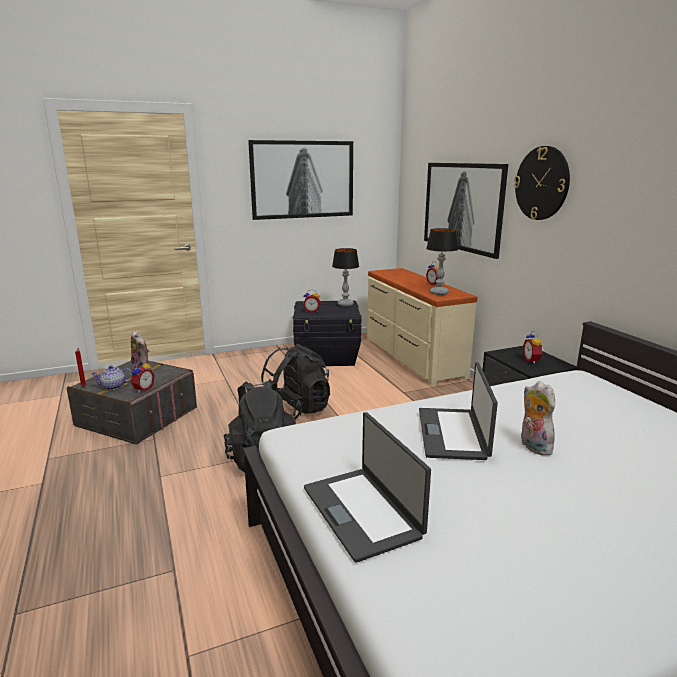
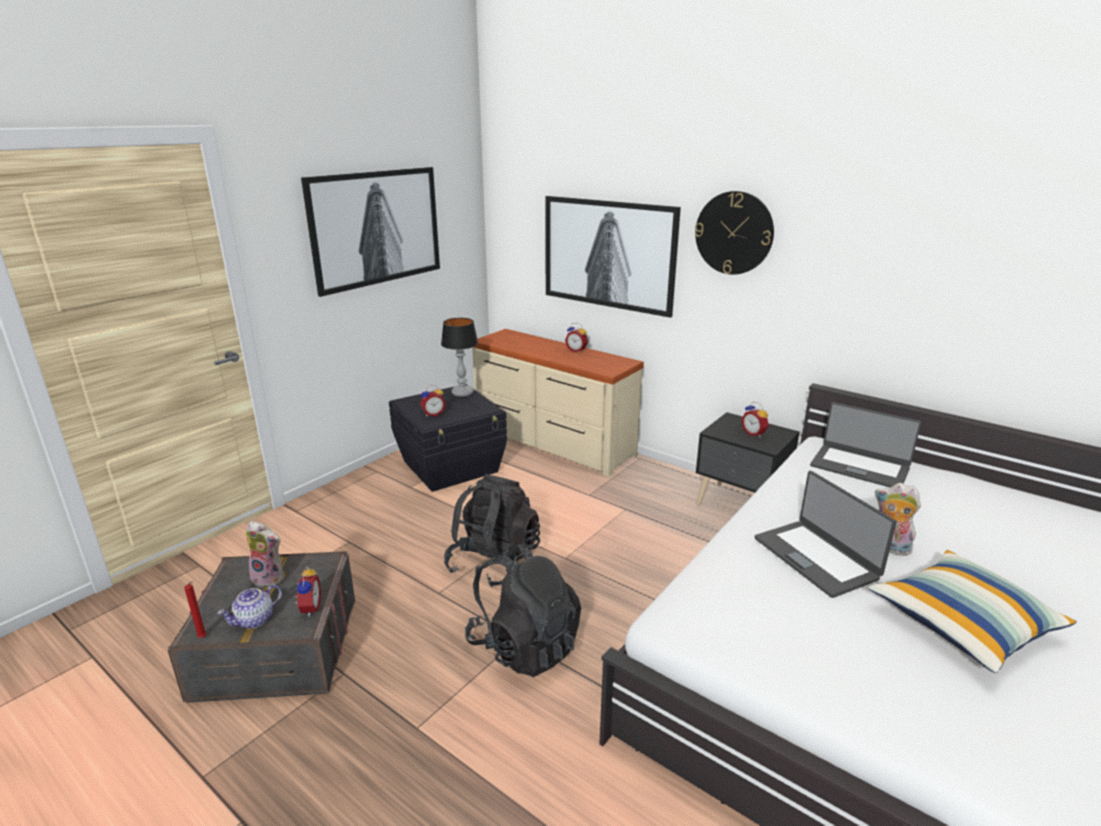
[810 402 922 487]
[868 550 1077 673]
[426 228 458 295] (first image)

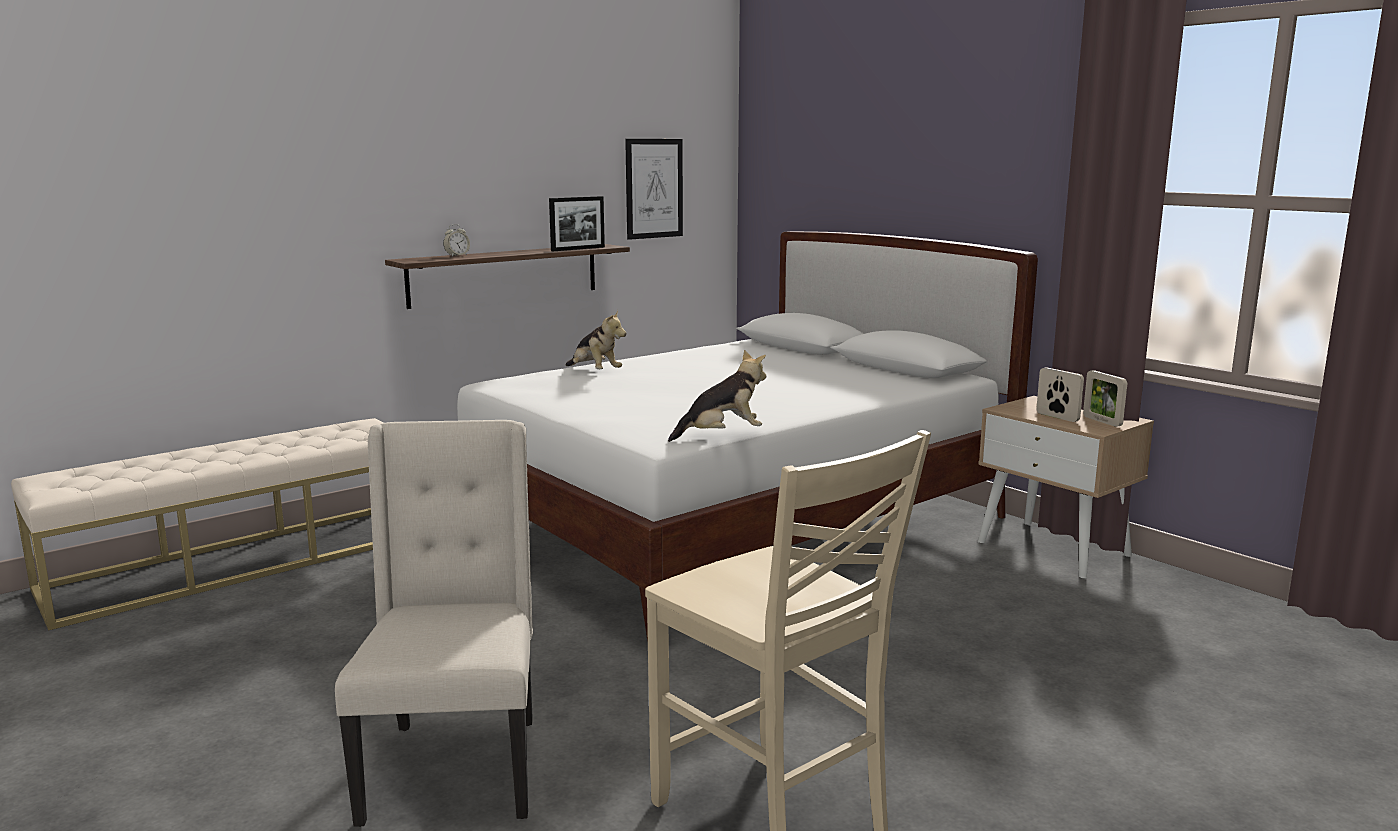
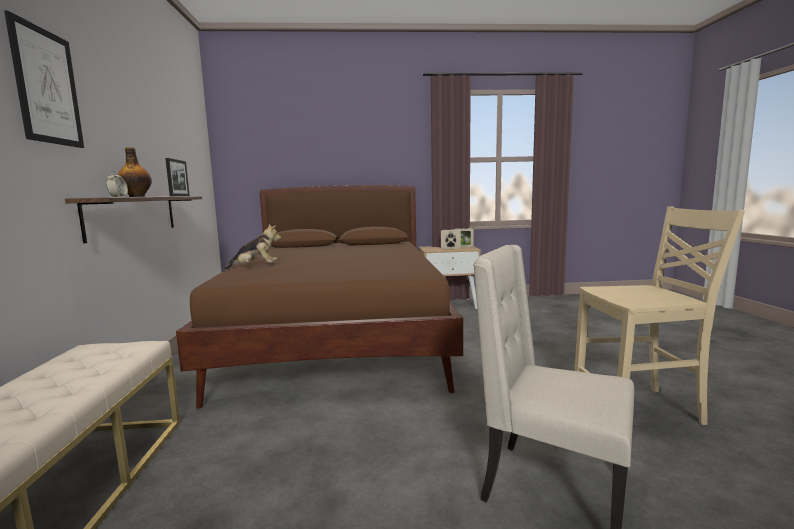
[4 10 84 148]
[117 147 152 197]
[176 185 463 409]
[668 350 766 442] (first image)

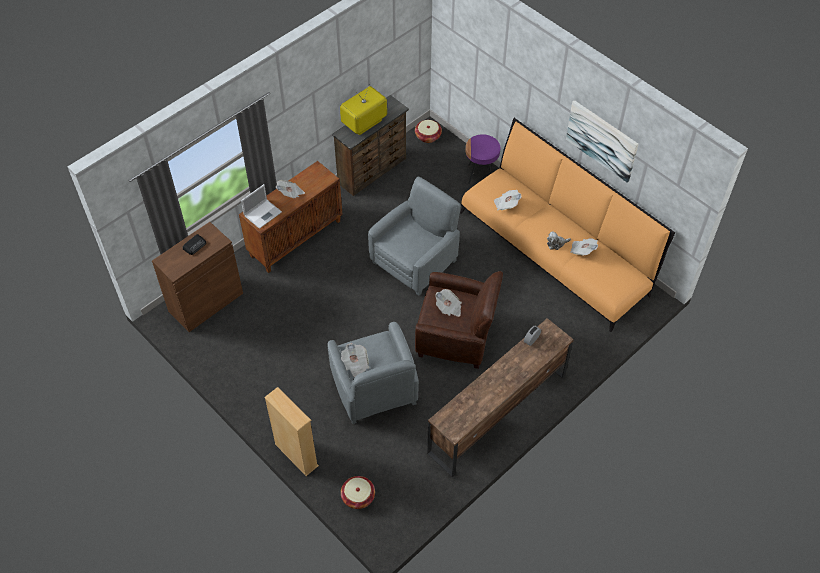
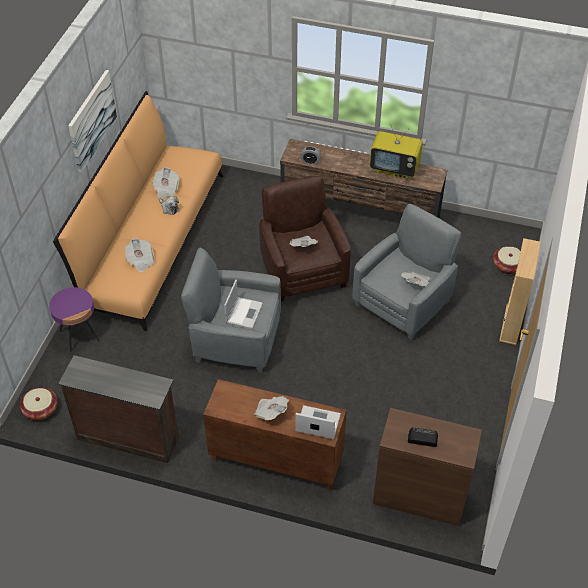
[224 280 263 329]
[370 124 423 179]

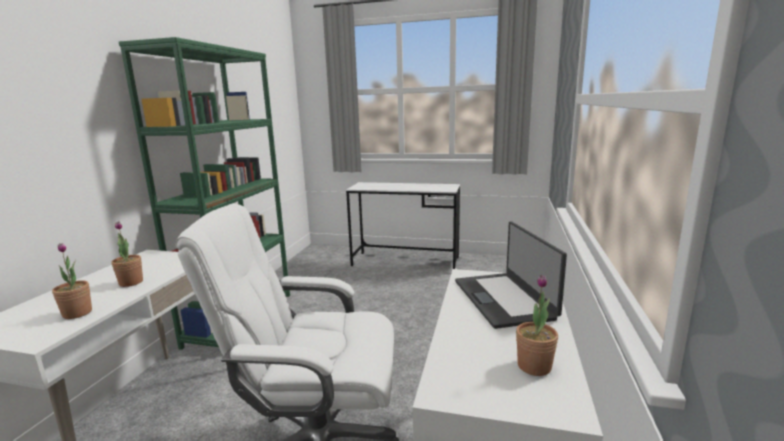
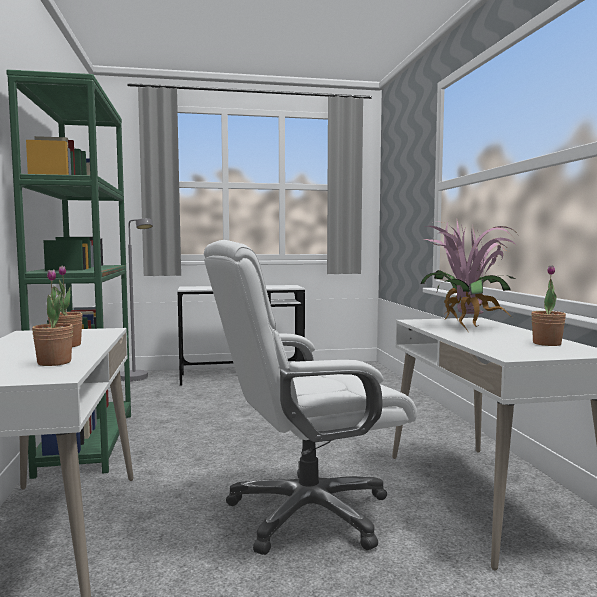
[120 218 153 382]
[421 220 516 331]

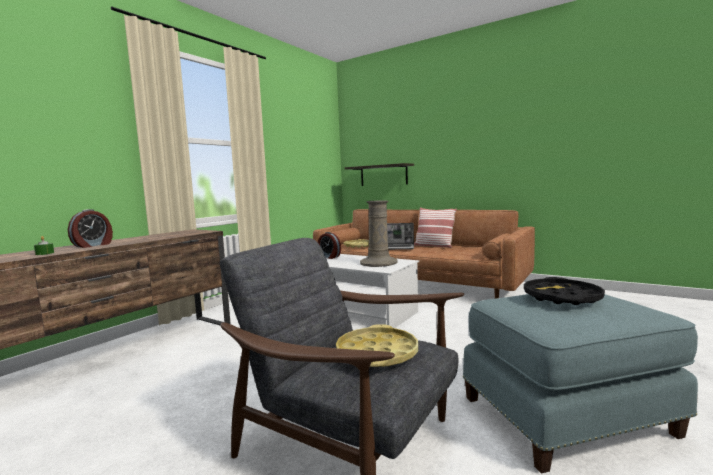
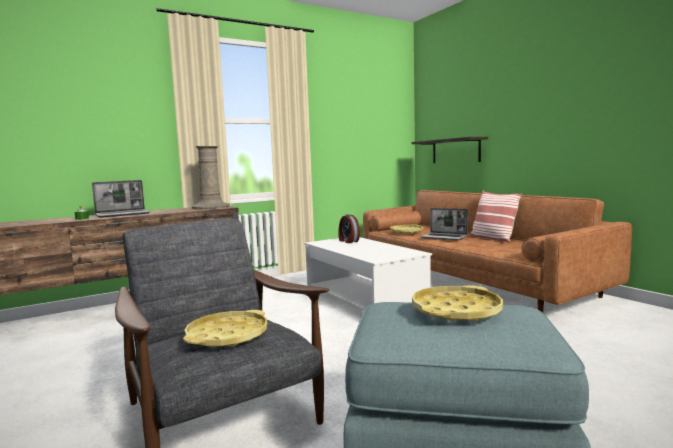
[92 180 151 218]
[192 146 230 210]
[412 285 503 322]

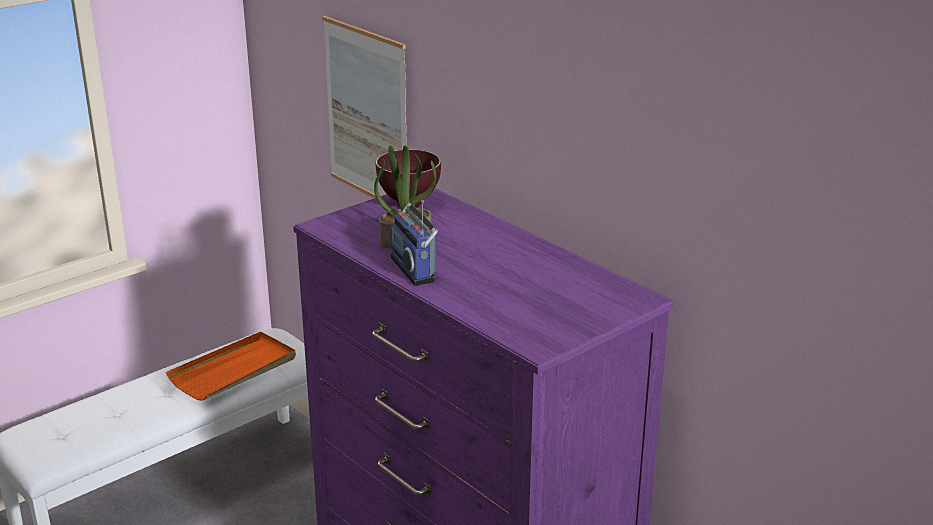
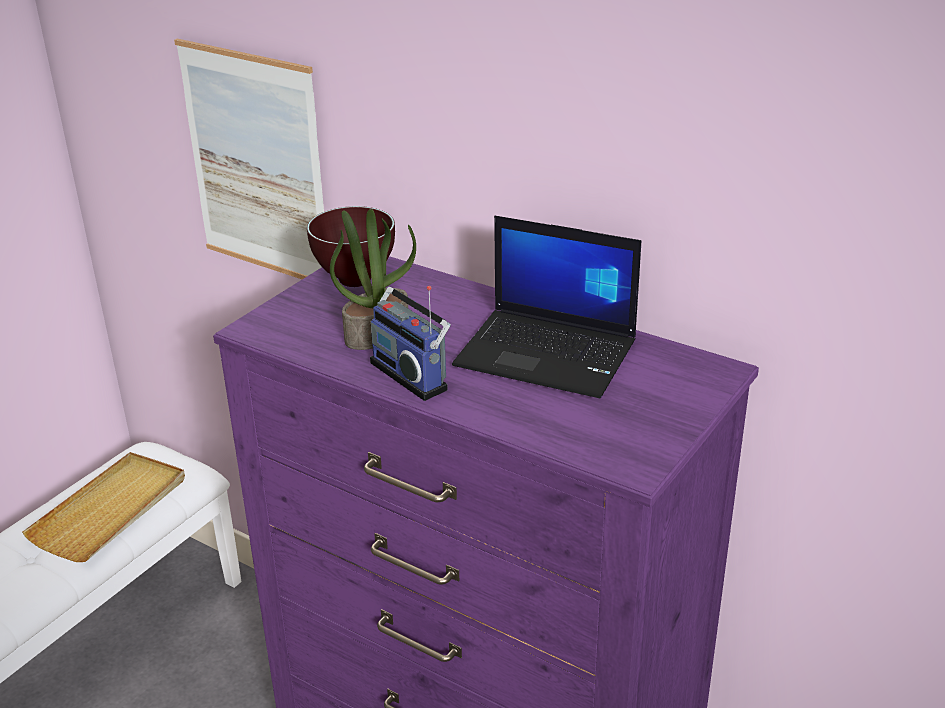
[22 452 185 562]
[452 216 641 398]

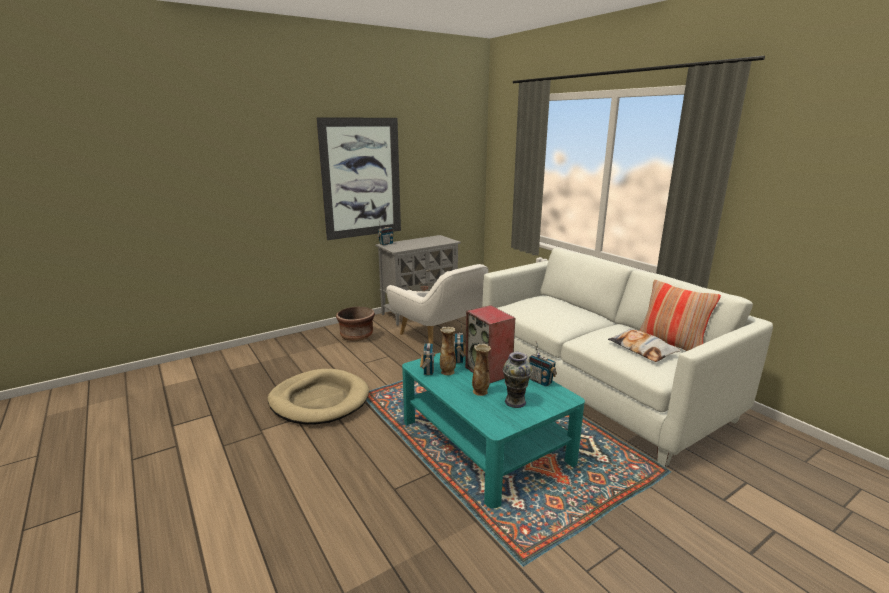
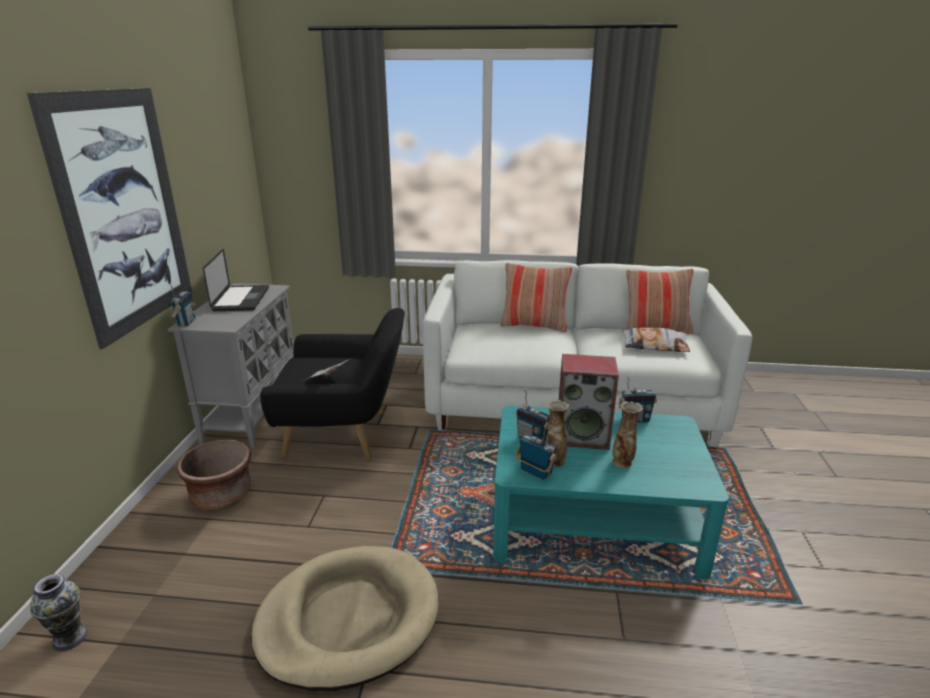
[30 574 87 651]
[203 249 269 311]
[260 308 405 460]
[500 263 572 332]

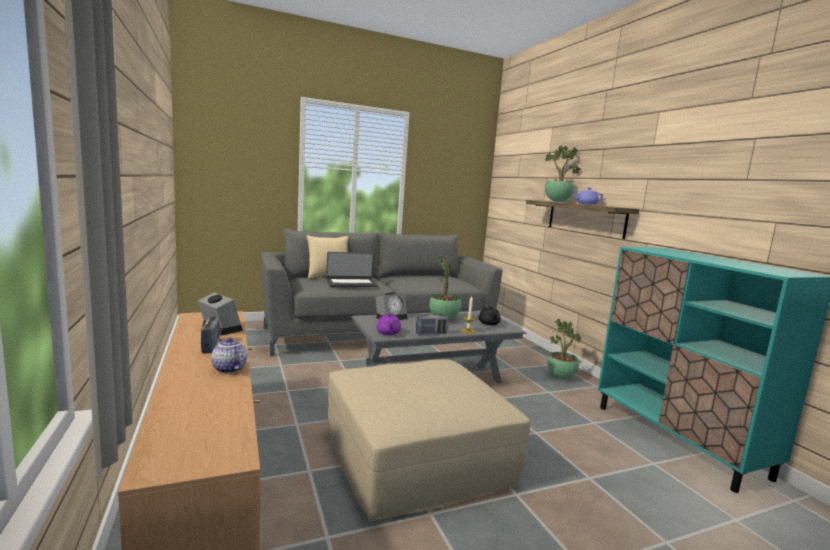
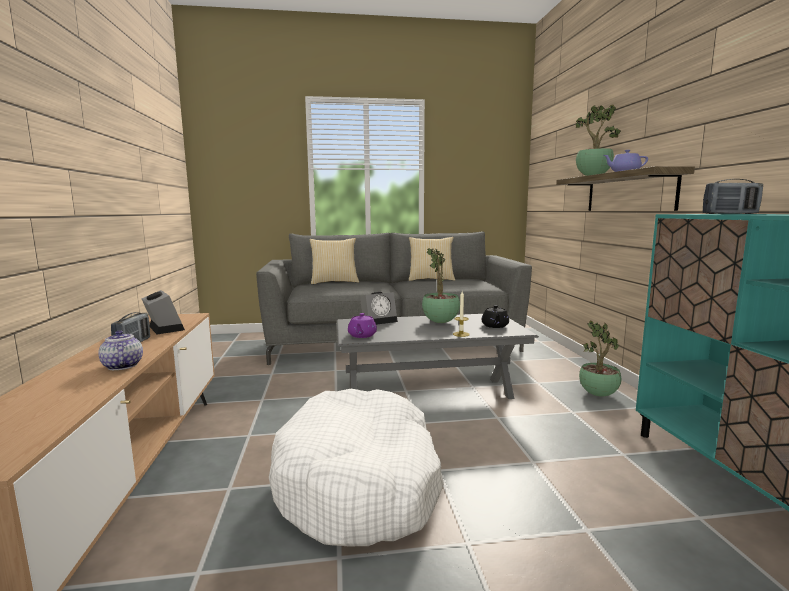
[269 389 444 546]
[409 237 455 281]
[703 179 763 214]
[326 252 378 287] (first image)

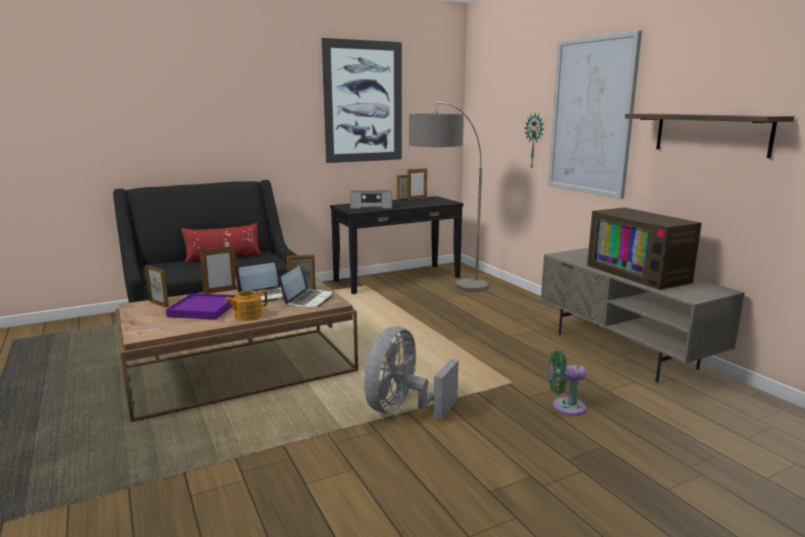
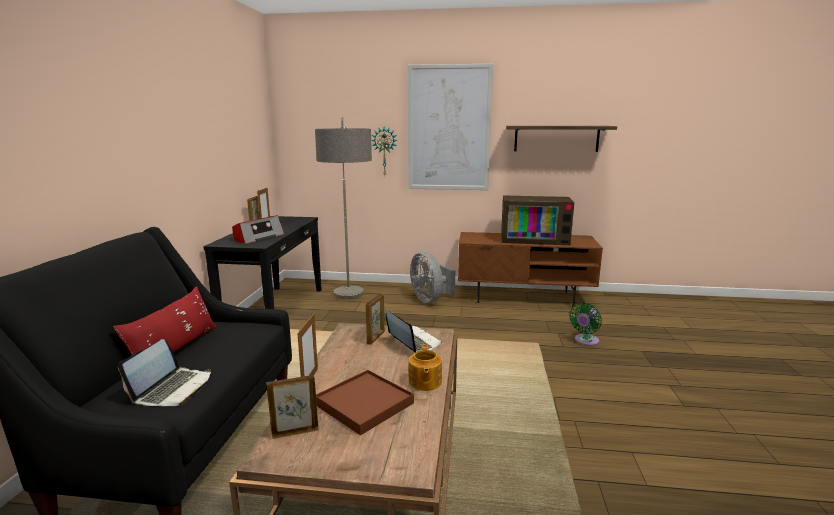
[118 339 211 406]
[316 370 414 435]
[410 252 455 303]
[458 232 603 307]
[321 38 402 163] (first image)

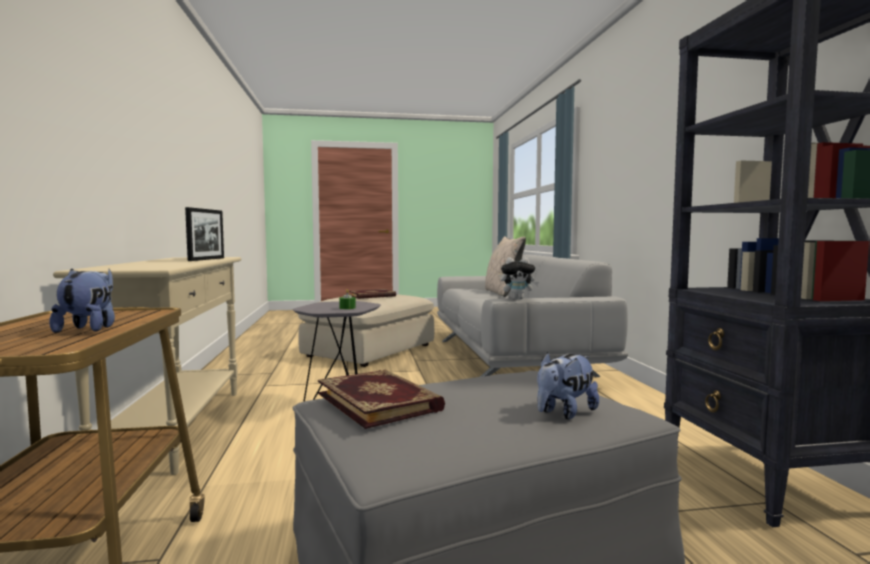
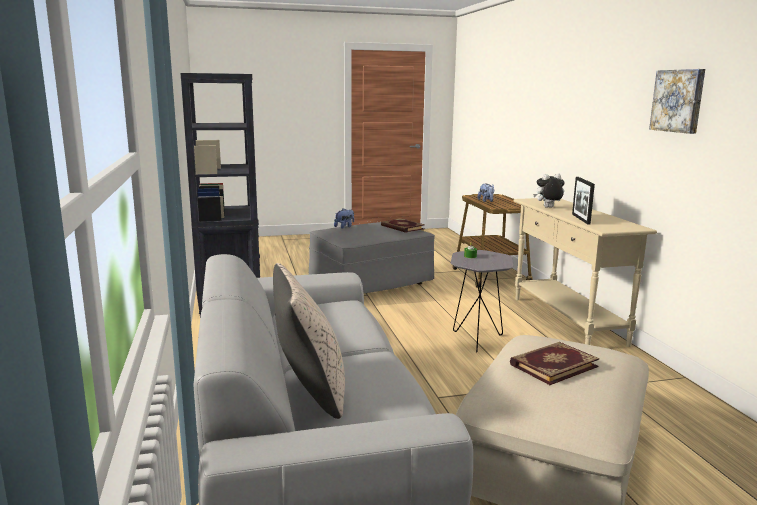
[533 173 565 208]
[649 69 705 134]

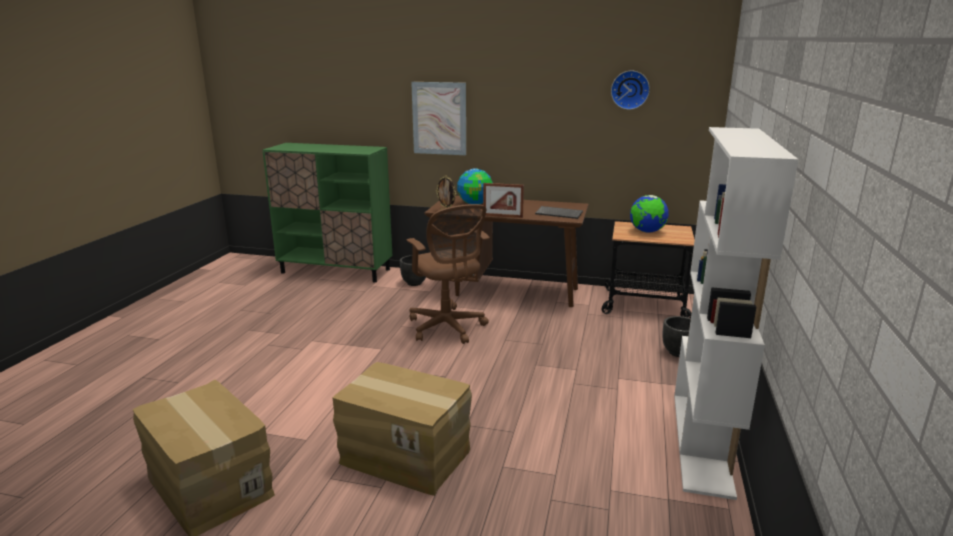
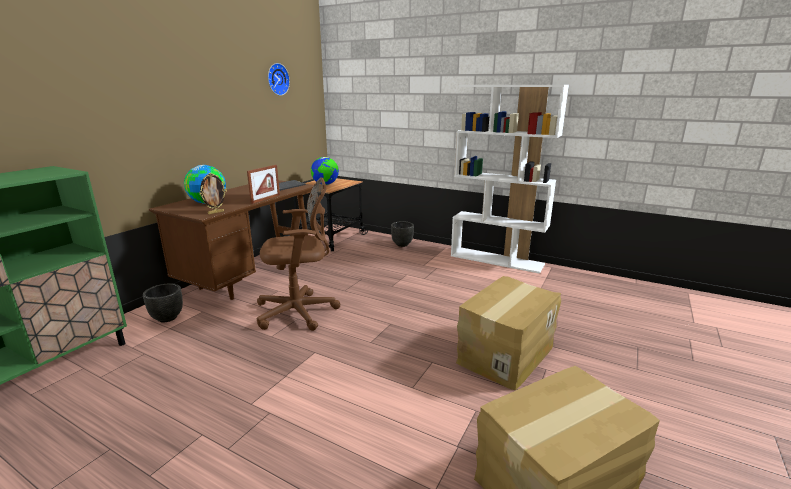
[411 82 466 155] (first image)

